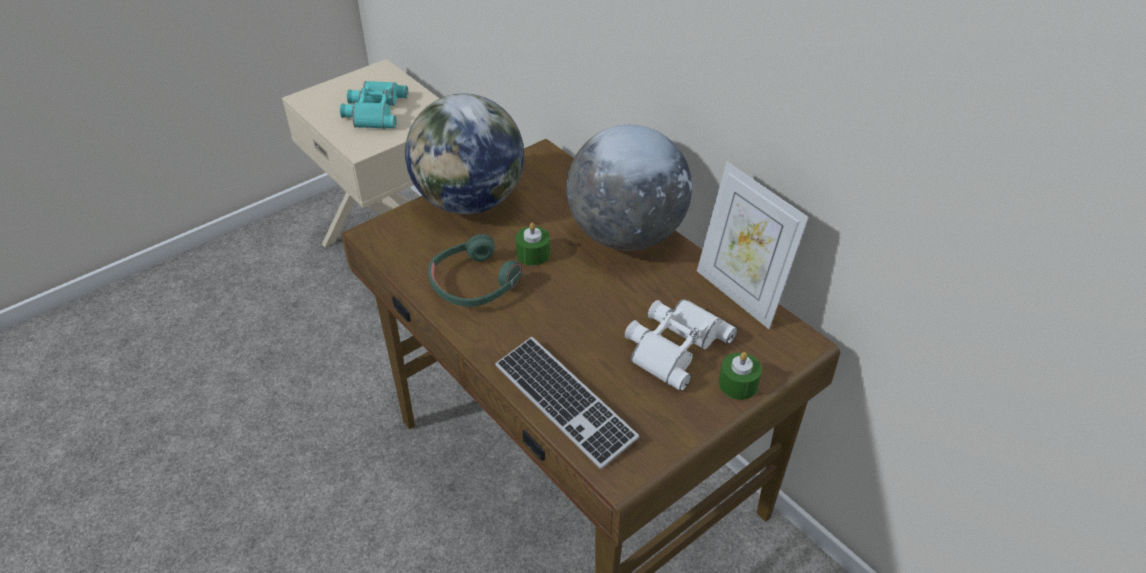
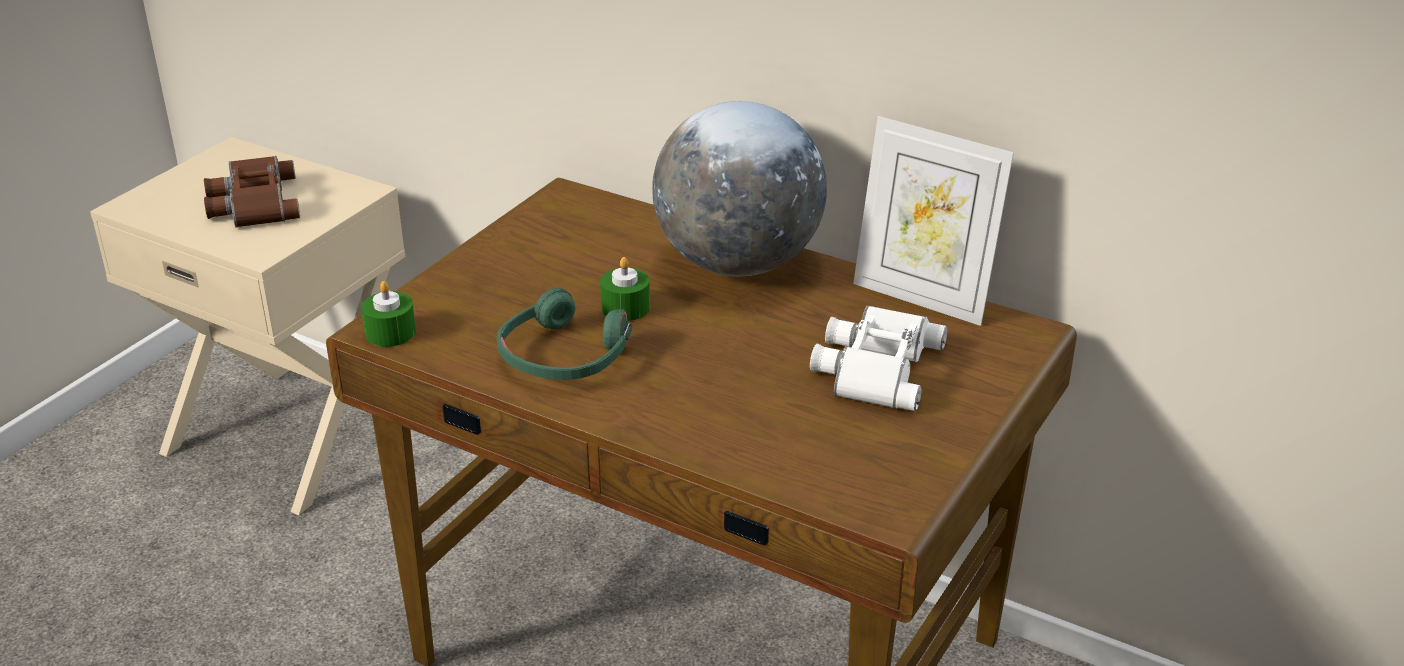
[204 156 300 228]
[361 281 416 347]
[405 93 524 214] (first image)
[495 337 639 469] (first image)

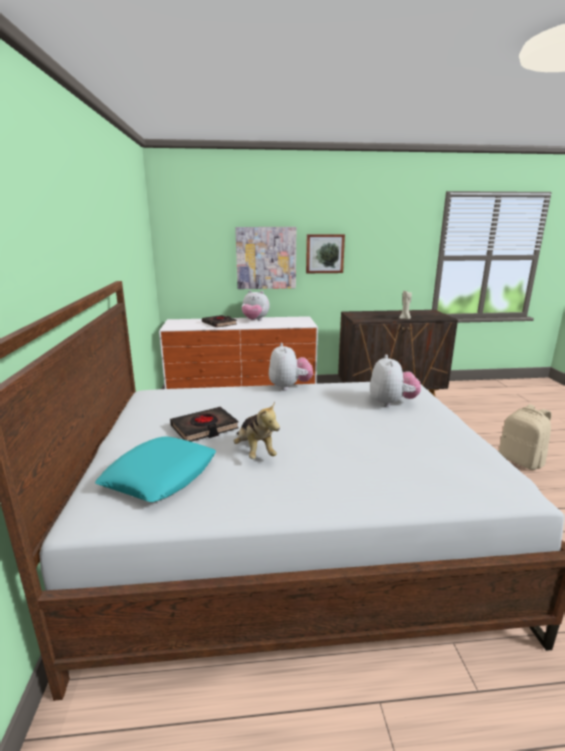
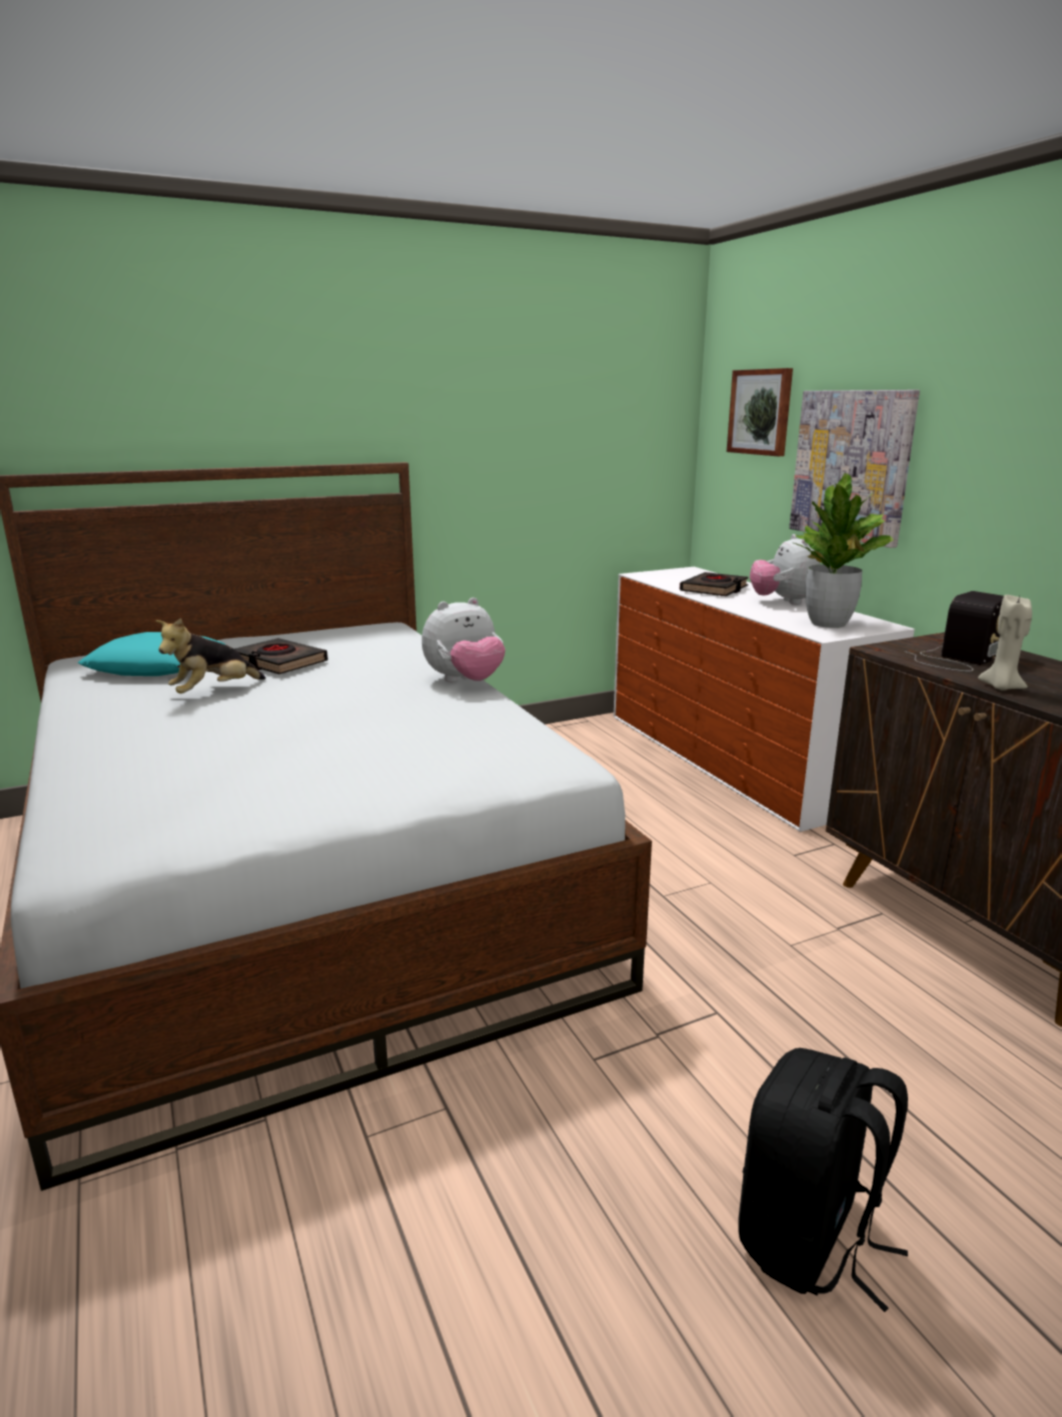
[727 368 793 456]
[738 1048 908 1312]
[794 473 894 628]
[904 591 1004 671]
[370 354 421 407] (first image)

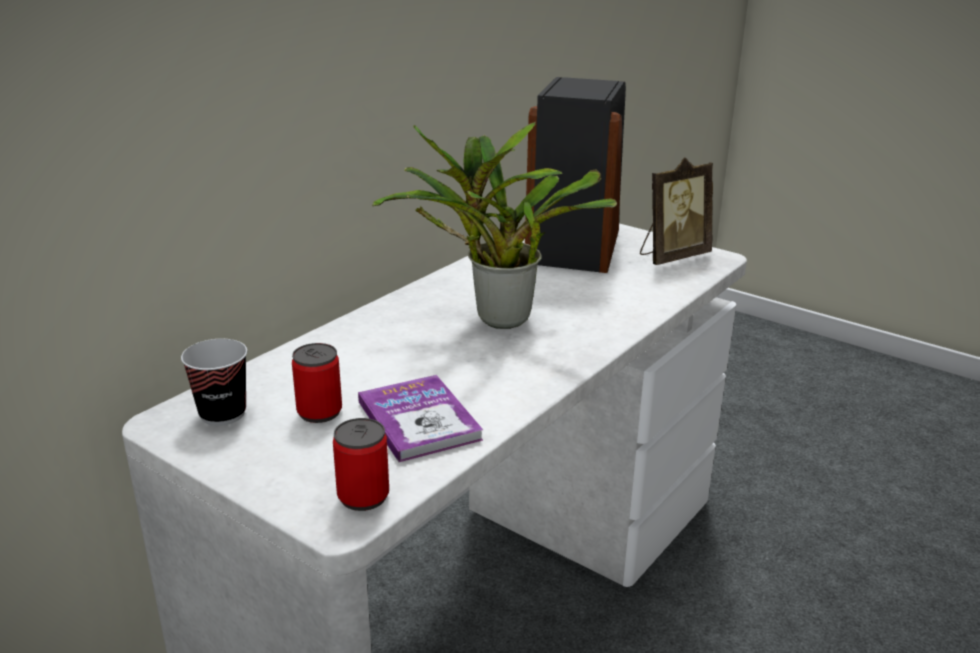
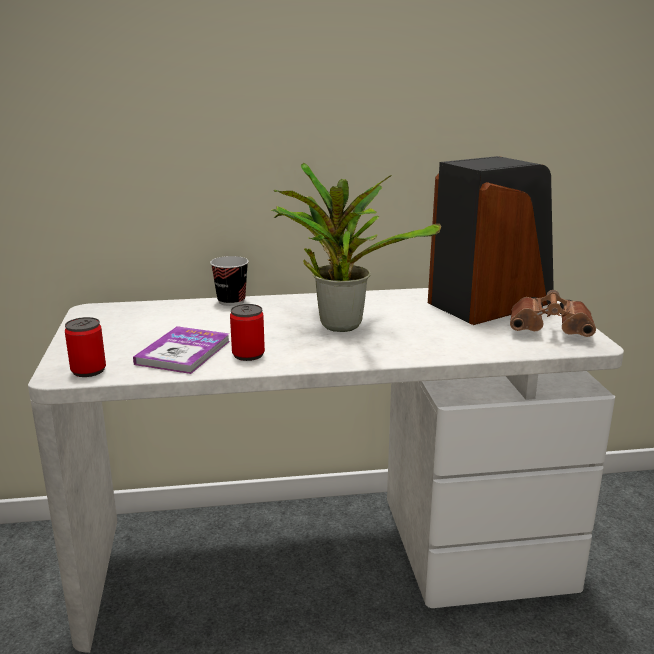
[210 256 249 306]
[230 304 265 361]
[510 290 596 337]

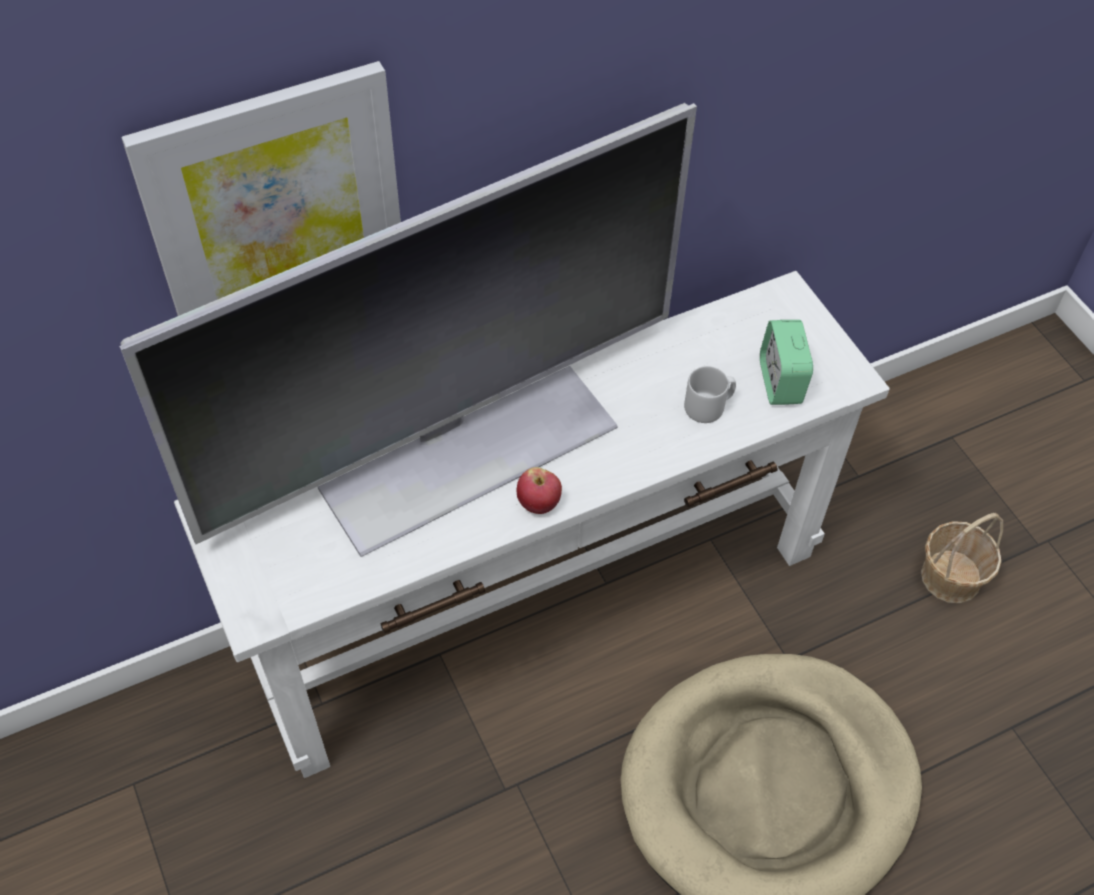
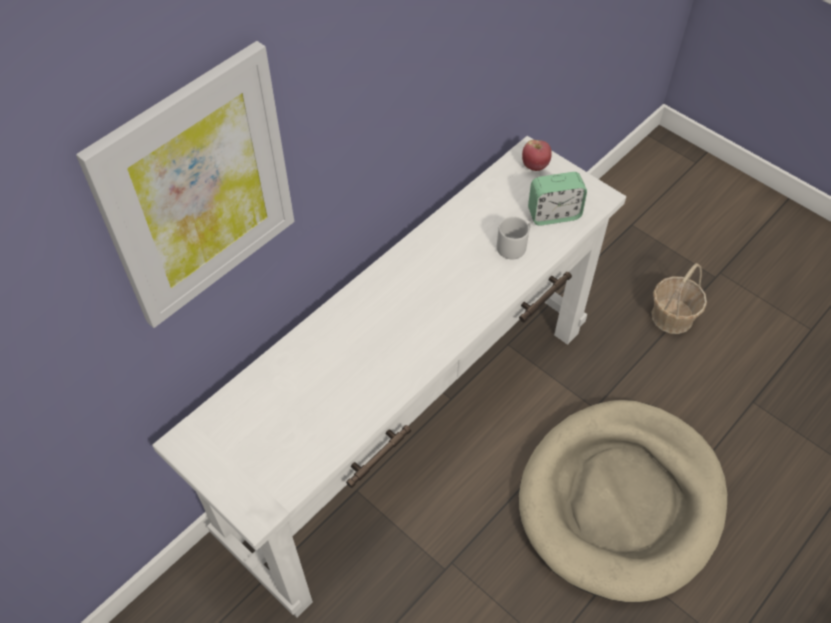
[522 140 552 171]
[528 172 587 226]
[119 103 697 557] (first image)

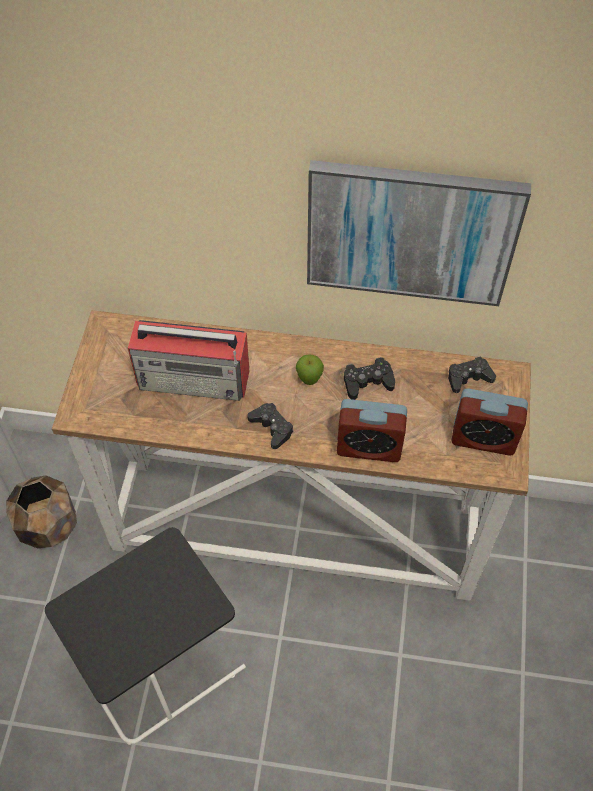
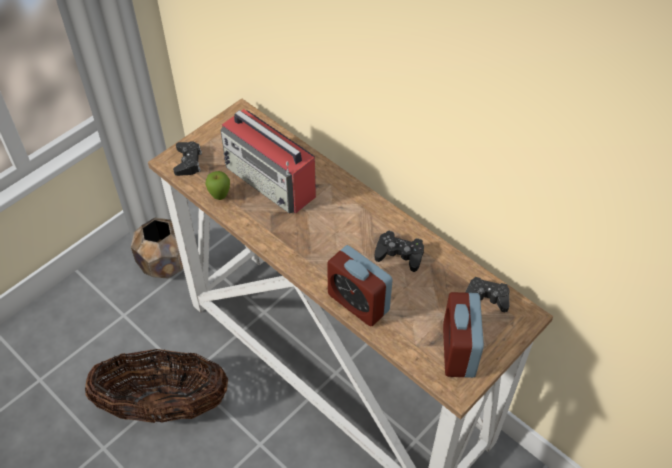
[85 349 228 423]
[173 141 202 176]
[206 171 230 200]
[443 292 484 378]
[307 160 531 306] (first image)

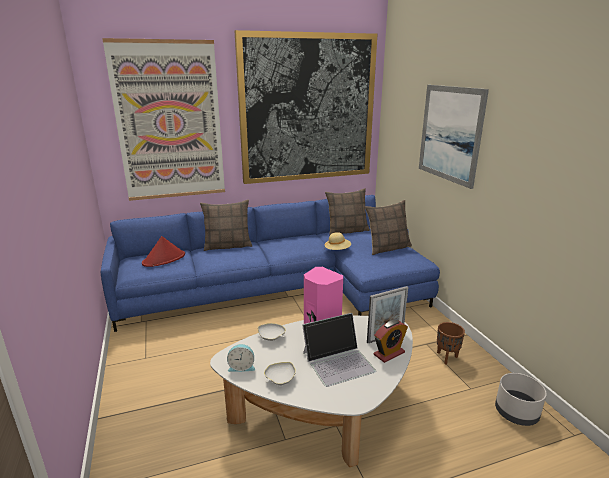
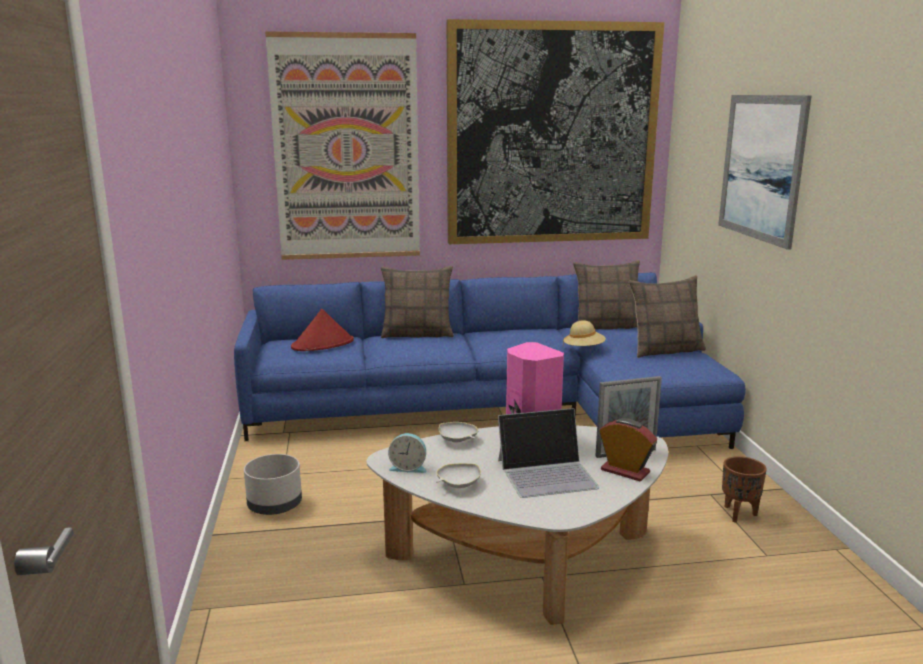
[244 454 302 515]
[599 418 657 482]

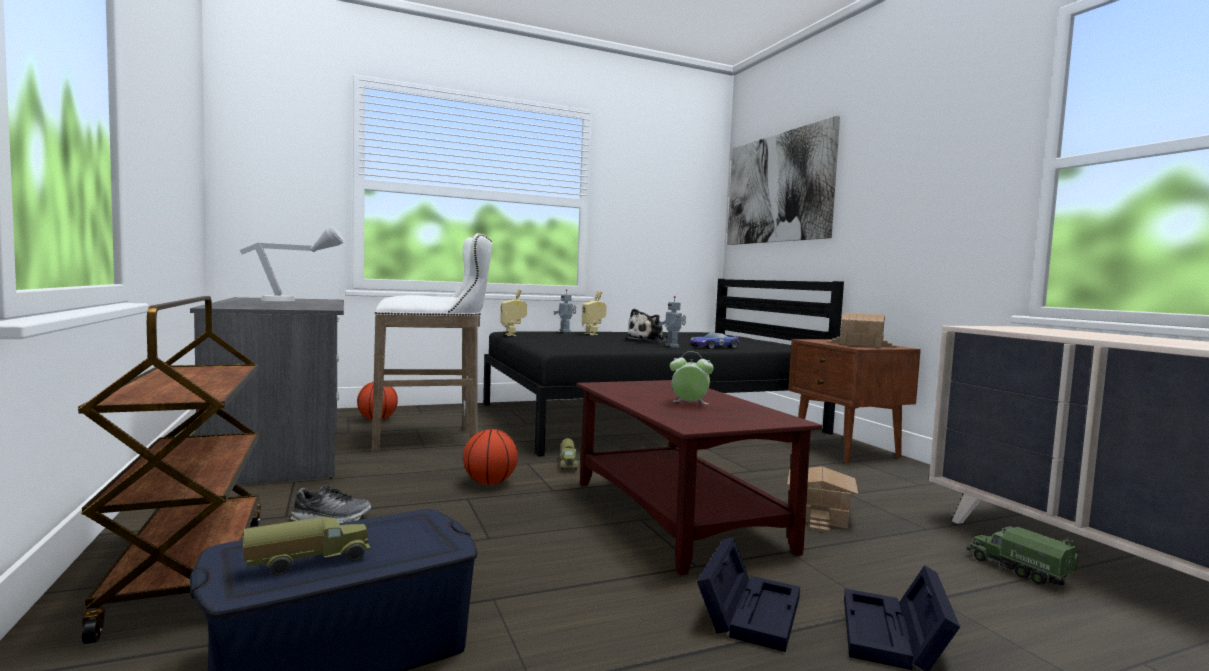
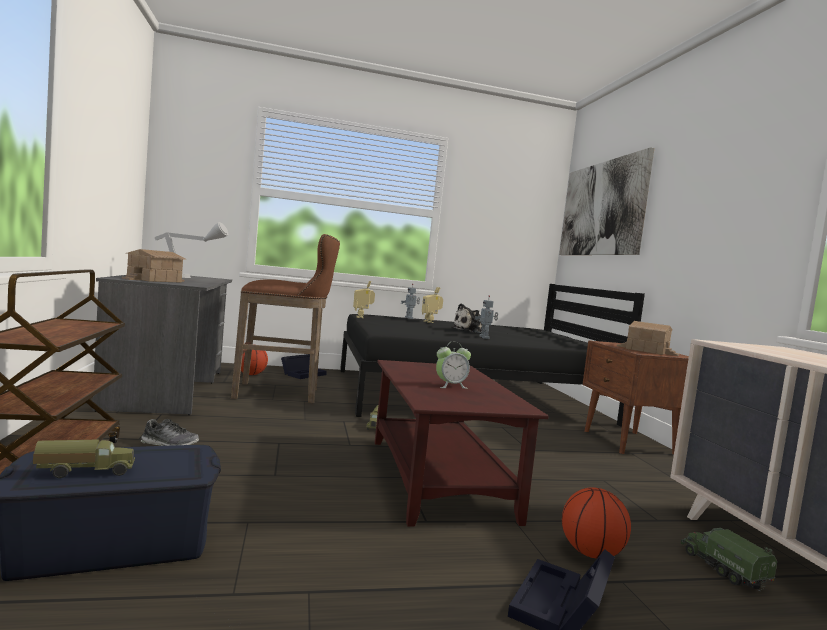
[122 249 187 283]
[231 234 340 403]
[281 354 327 379]
[436 342 471 389]
[562 487 631 559]
[690 333 740 349] (first image)

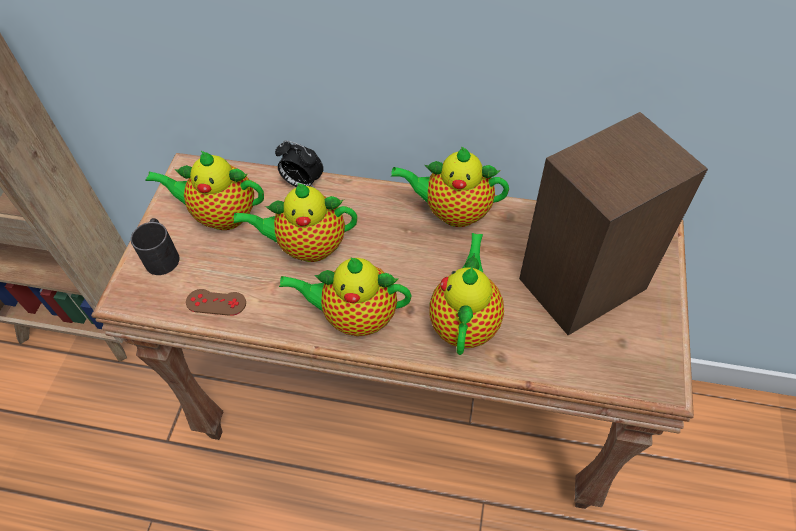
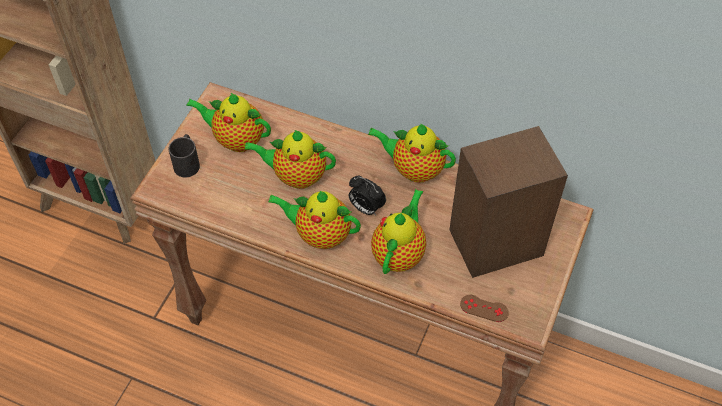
[348 176 386 216]
[460 295 509 322]

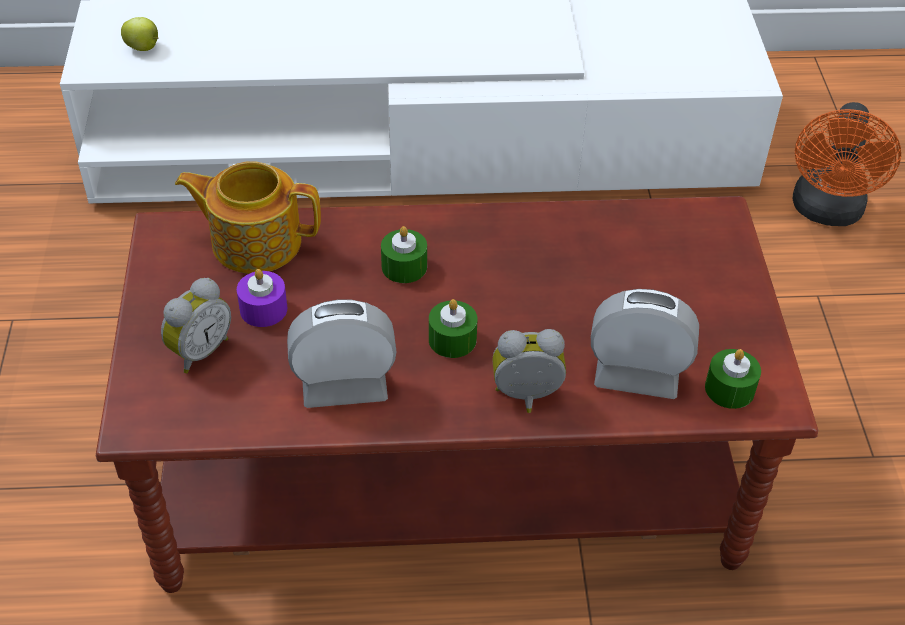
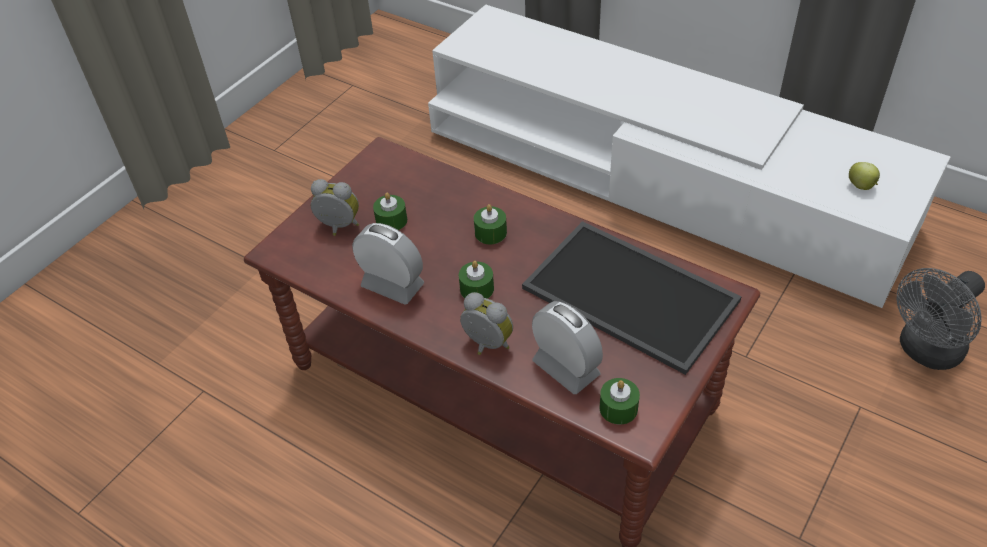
[311 179 359 236]
[373 192 407 230]
[522 221 742 375]
[849 162 880 190]
[897 268 985 370]
[175 161 321 274] (first image)

